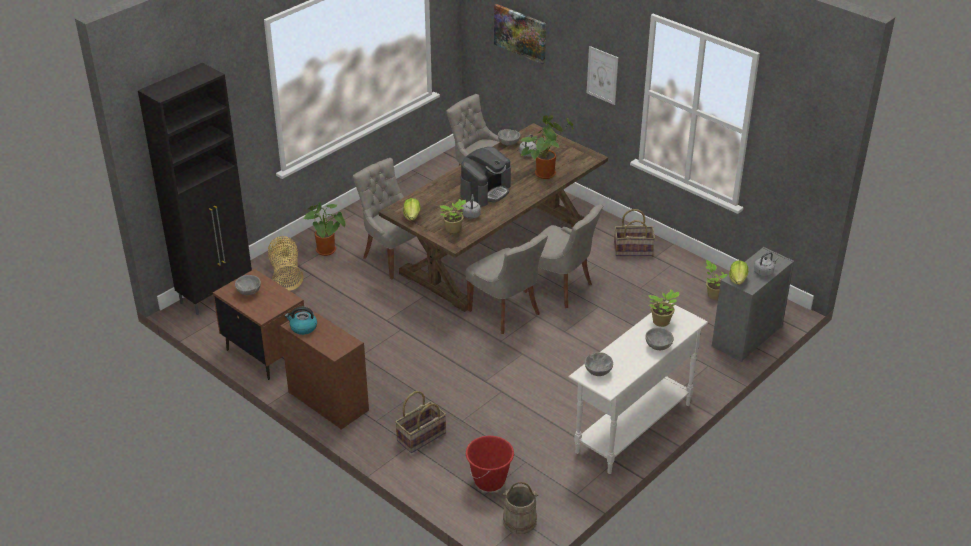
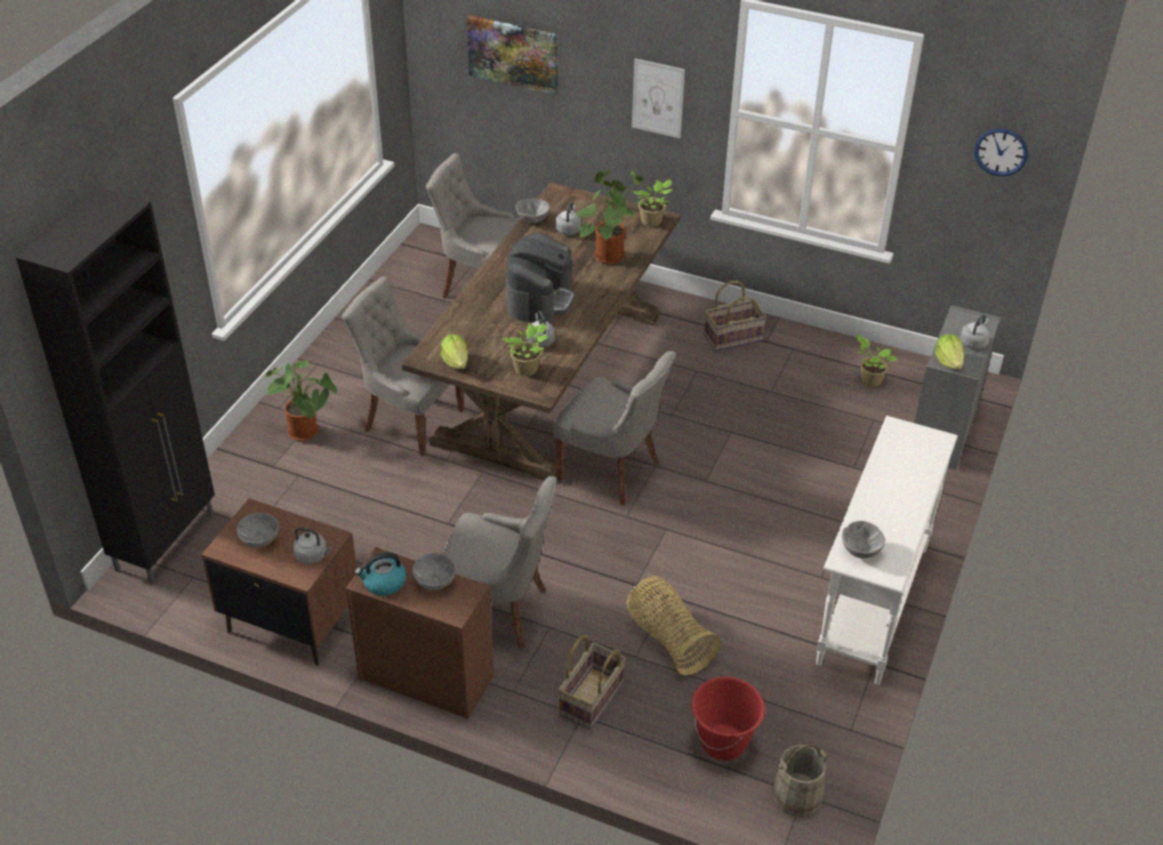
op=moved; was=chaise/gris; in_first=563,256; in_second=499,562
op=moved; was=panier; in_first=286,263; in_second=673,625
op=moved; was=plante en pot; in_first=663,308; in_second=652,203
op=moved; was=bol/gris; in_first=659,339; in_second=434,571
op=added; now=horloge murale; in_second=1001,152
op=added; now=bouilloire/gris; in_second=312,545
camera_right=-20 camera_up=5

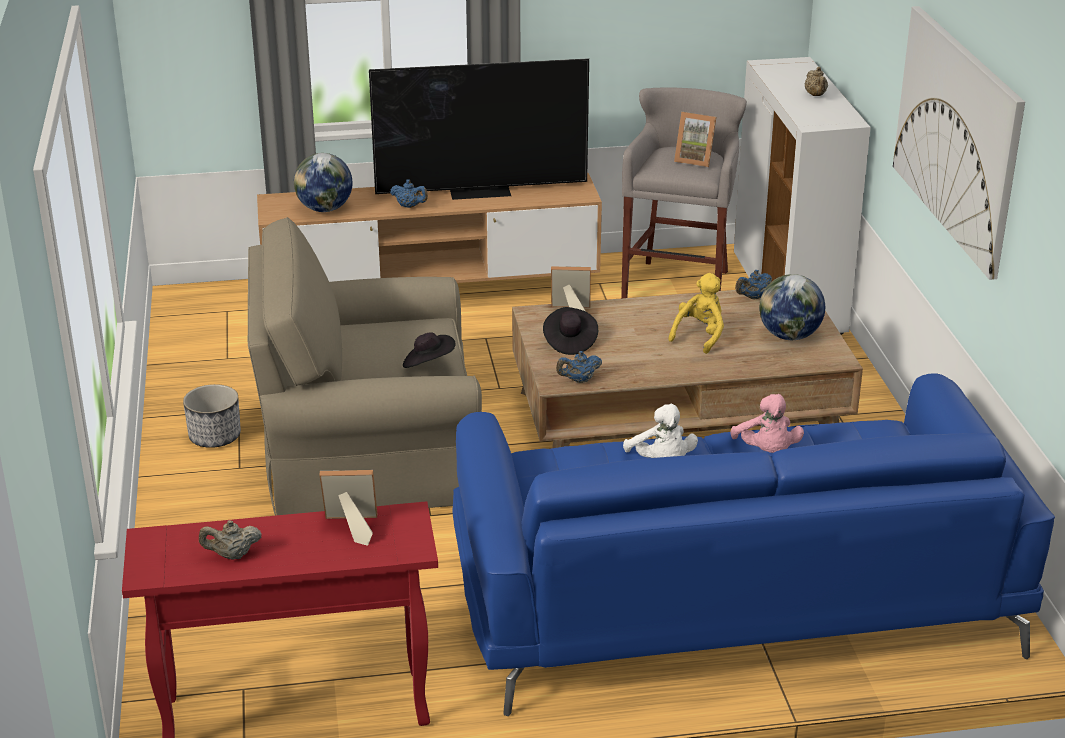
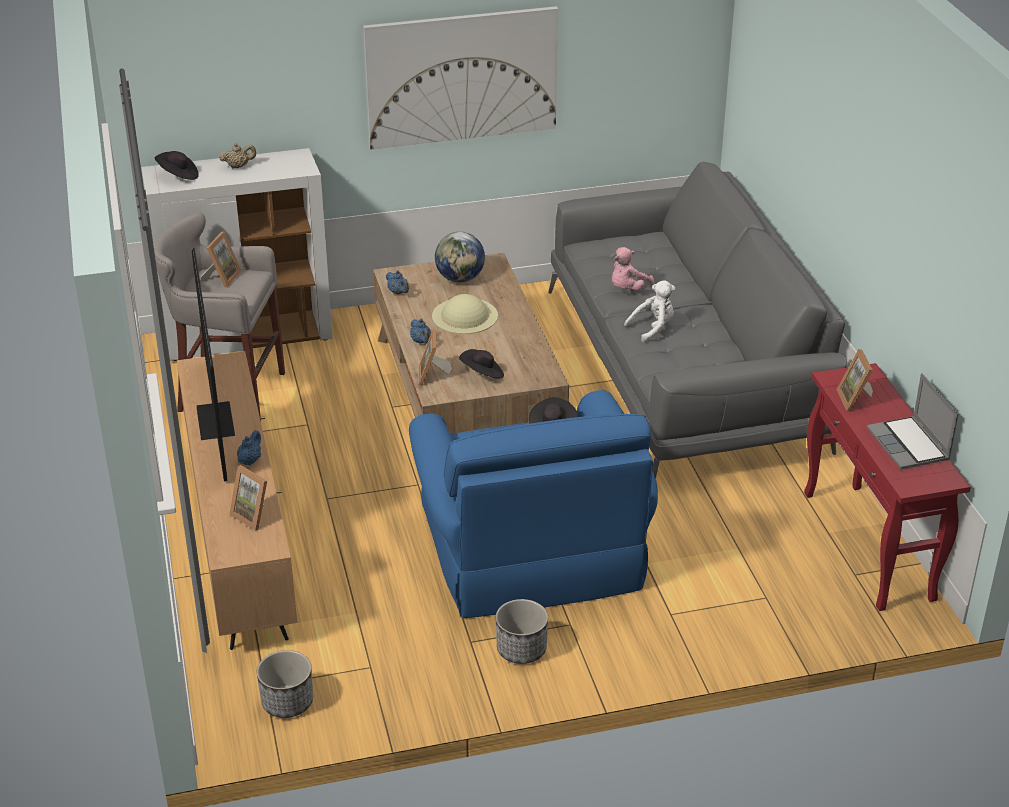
op=replaced; was=globe; now=cadre photo; in_first=323,182; in_second=248,498
op=recoloured; was=fauteuil/beige; now=fauteuil/bleu; in_first=365,366; in_second=533,504
op=replaced; was=peluche/jaune; now=chapeau/beige; in_first=696,313; in_second=465,314
op=moved; was=théière/bleu; in_first=579,367; in_second=420,331
op=recoloured; was=canapé/bleu; now=canapé/gris; in_first=753,544; in_second=697,320
op=turned; was=peluche/rose; in_first=767,423; in_second=633,269; clockwise=150
op=replaced; was=théière/beige; now=ordinateur portable; in_first=230,540; in_second=913,421
op=added; now=chapeau/noir; in_second=177,165
op=added; now=cache-pot; in_second=285,684
camera_right=-95 camera_up=5

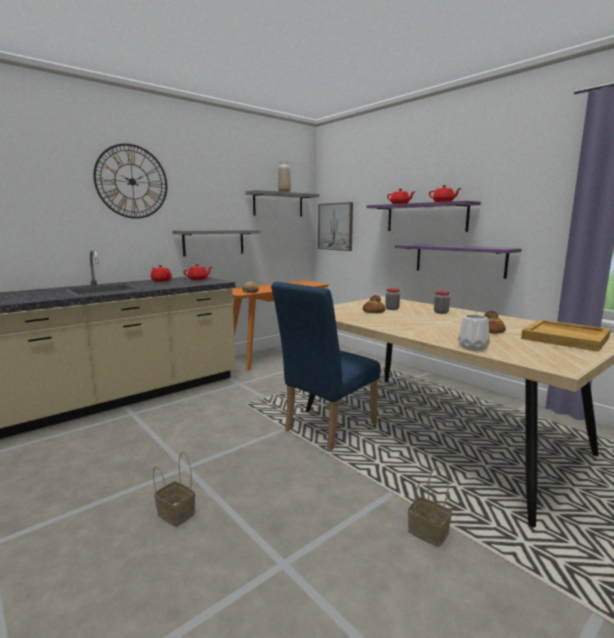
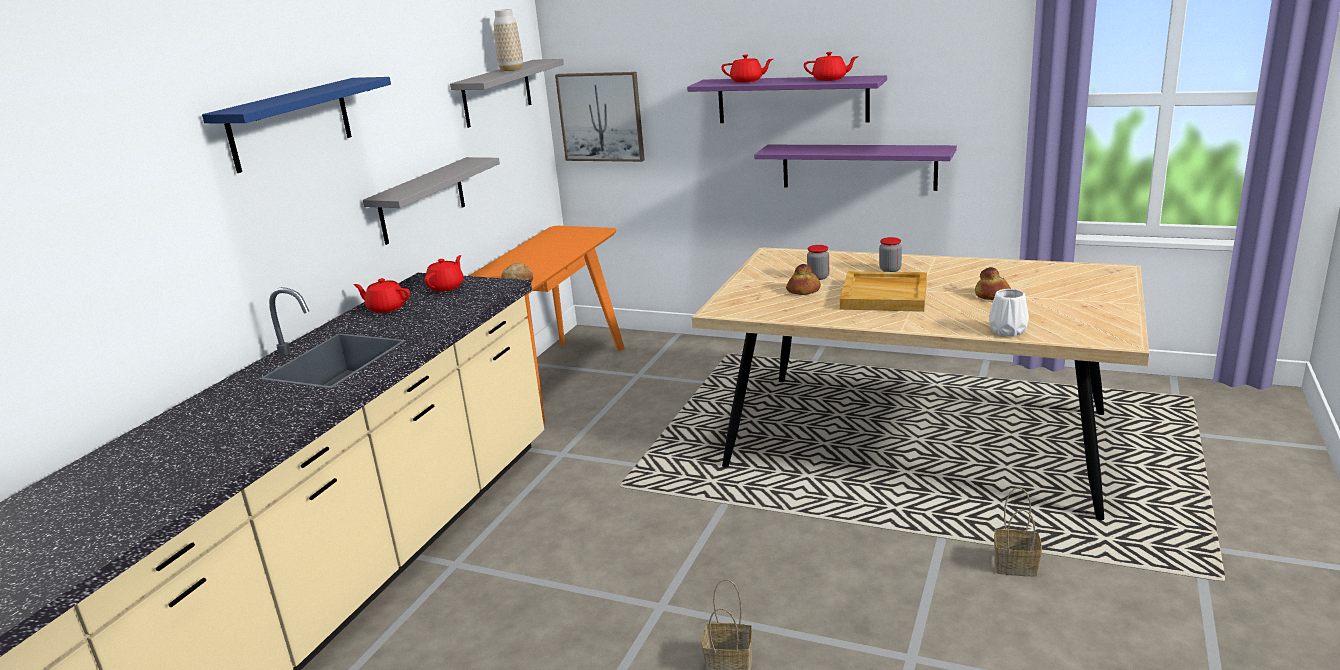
op=replaced; was=horloge murale; now=étagère/bleu; in_first=130,181; in_second=296,125
op=removed; was=chaise/bleu; in_first=325,366
op=moved; was=plateau/beige; in_first=566,335; in_second=883,291
camera_right=-25 camera_up=10

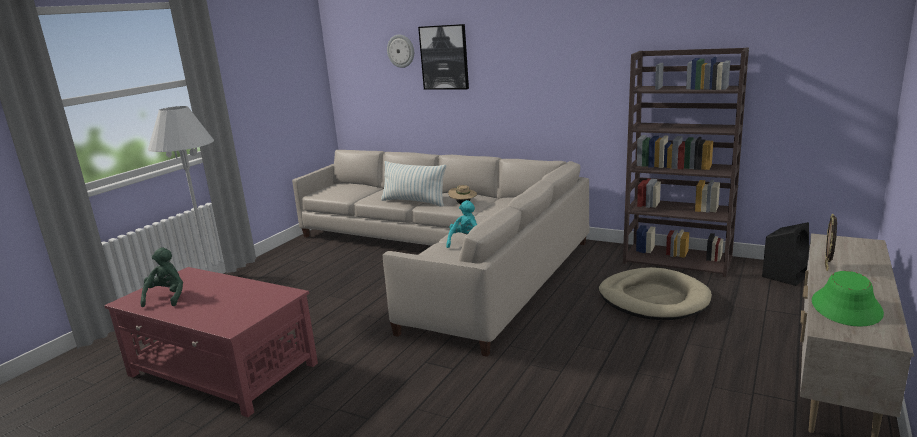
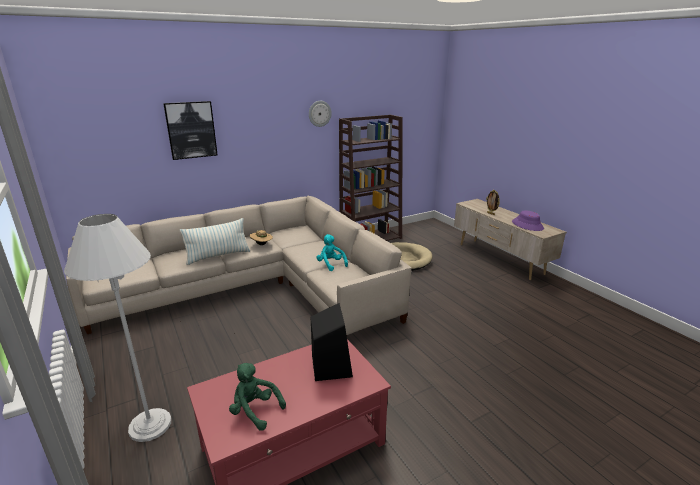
op=moved; was=horloge murale; in_first=400,51; in_second=320,114
op=moved; was=enceinte/noir; in_first=785,254; in_second=332,342
op=recoloured; was=chapeau/vert; now=chapeau/violet; in_first=848,299; in_second=528,220
camera_right=-60 camera_up=5

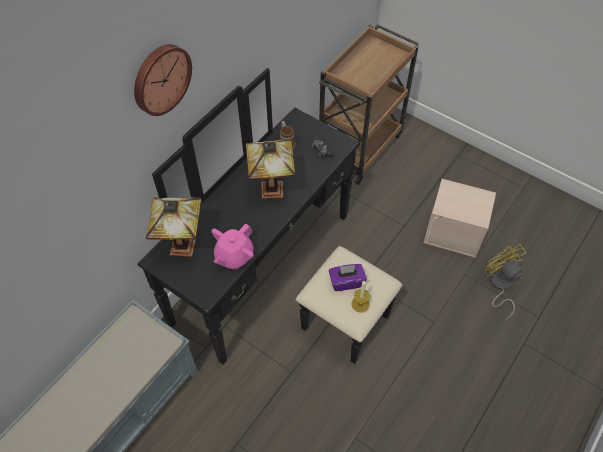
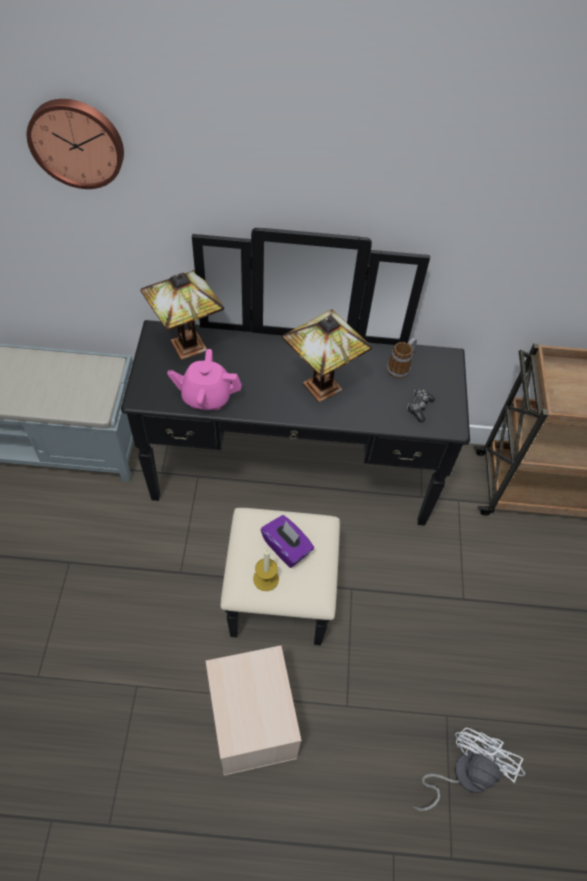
op=moved; was=horloge murale; in_first=163,80; in_second=75,144
op=moved; was=boîte de rangement/beige; in_first=459,218; in_second=253,710
op=recoloured; was=ventilateur/jaune; now=ventilateur/blanc; in_first=505,282; in_second=469,769
camera_right=55 camera_up=0

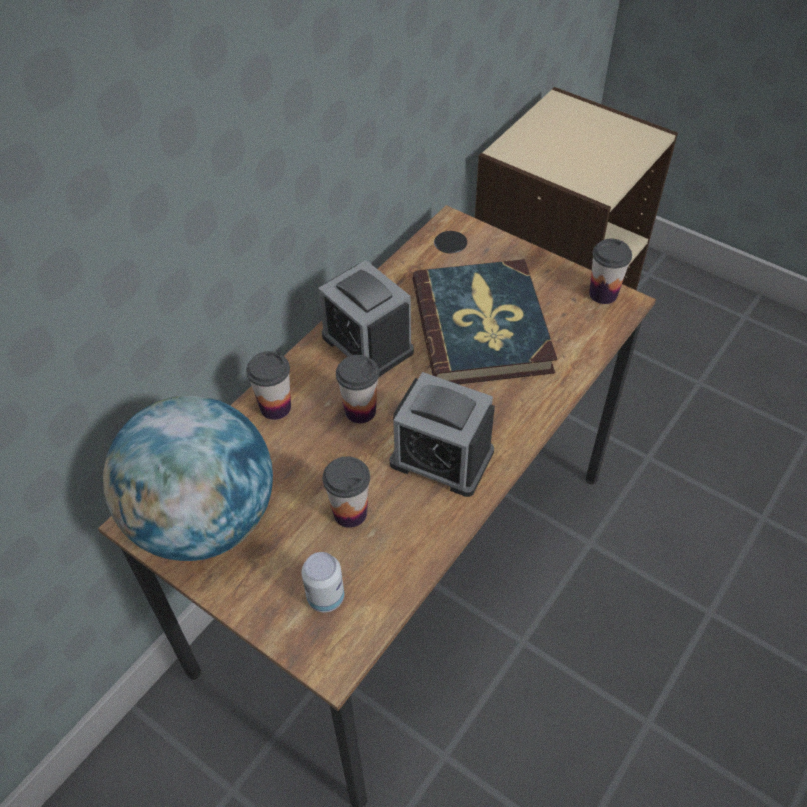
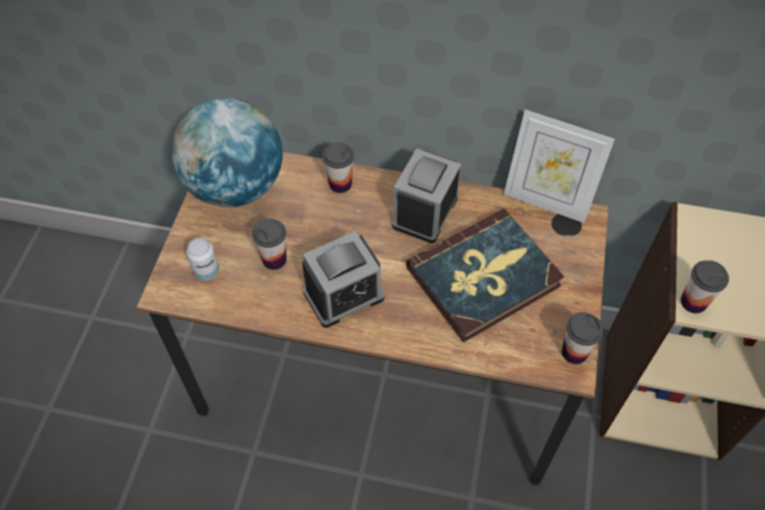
op=moved; was=tasse; in_first=357,389; in_second=705,286
op=turned; was=réveil; in_first=442,434; in_second=343,279; clockwise=-120
op=added; now=cadre photo; in_second=559,166
camera_right=65 camera_up=5

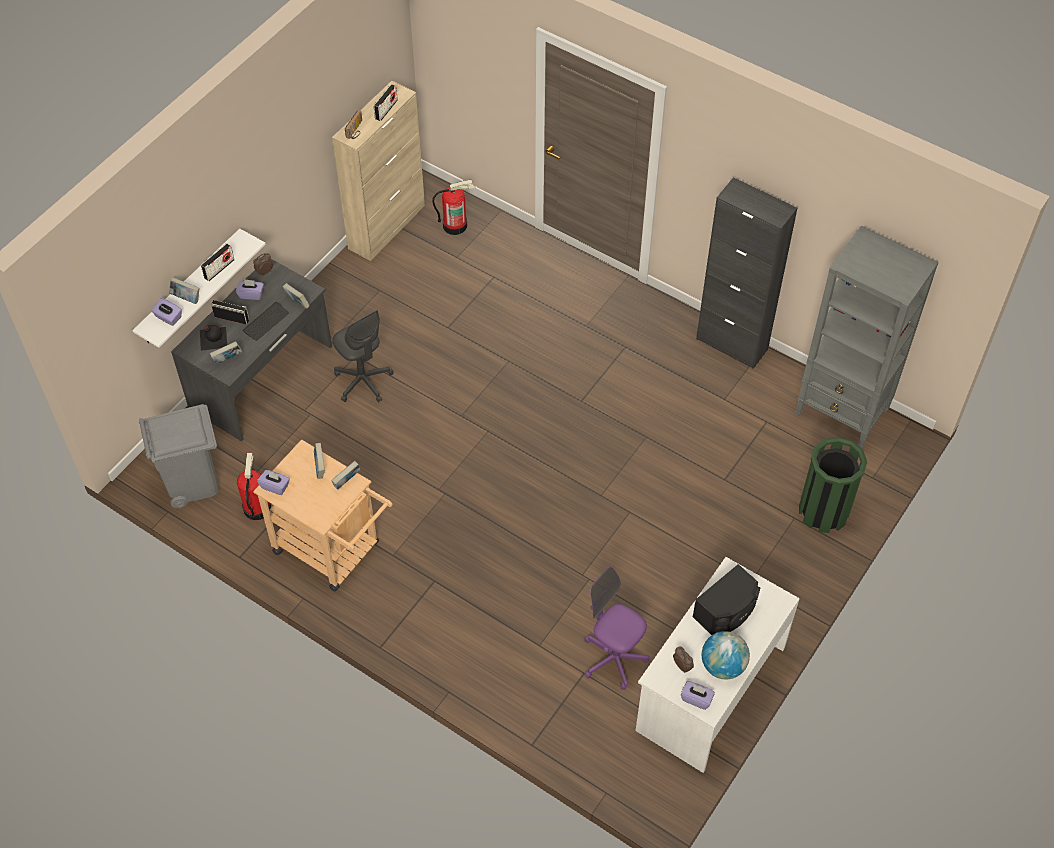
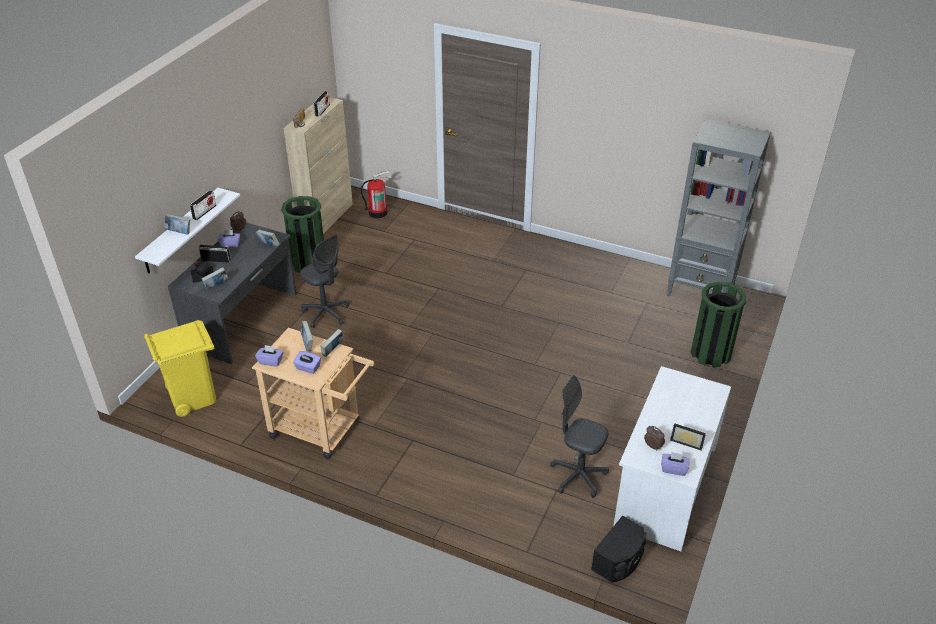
op=removed; was=meuble de rangement/noir; in_first=746,273
op=moved; was=boîte à mouchoirs/violet; in_first=166,312; in_second=307,362
op=removed; was=clavier; in_first=266,321
op=recoloured; was=poubelle/gris; now=poubelle/jaune; in_first=179,456; in_second=180,368
op=removed; was=extincteur; in_first=254,486
op=moved; was=enceinte/noir; in_first=726,599; in_second=618,549
op=recoloured; was=chaise de bureau/violet; now=chaise de bureau/gris; in_first=617,628; in_second=579,436
op=replaced; was=globe; now=cadre photo; in_first=726,655; in_second=688,436
op=added; now=poubelle/vert; in_second=302,234
camera_right=-10 camera_up=-15

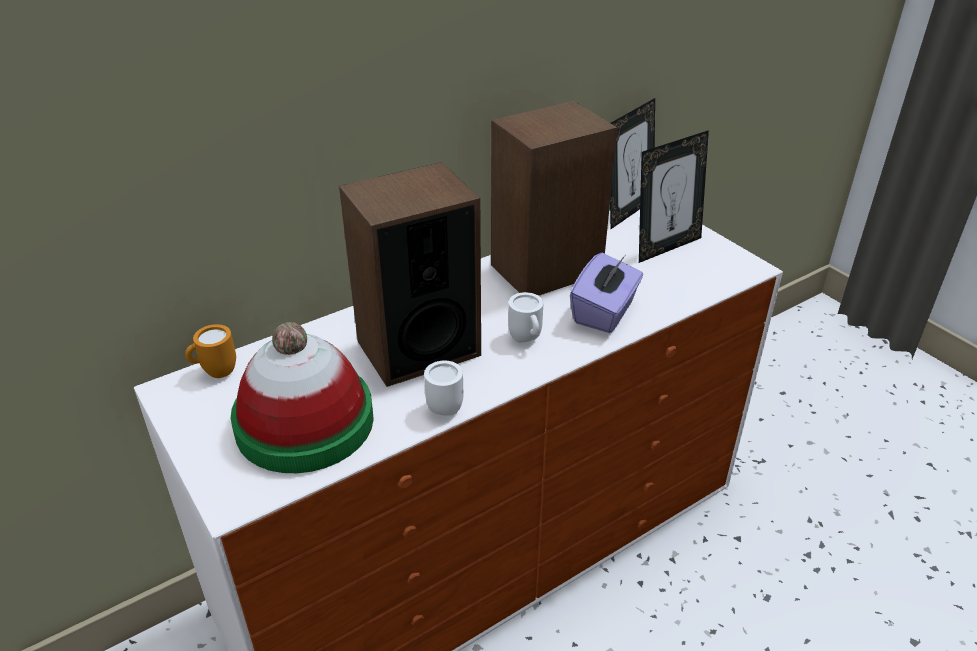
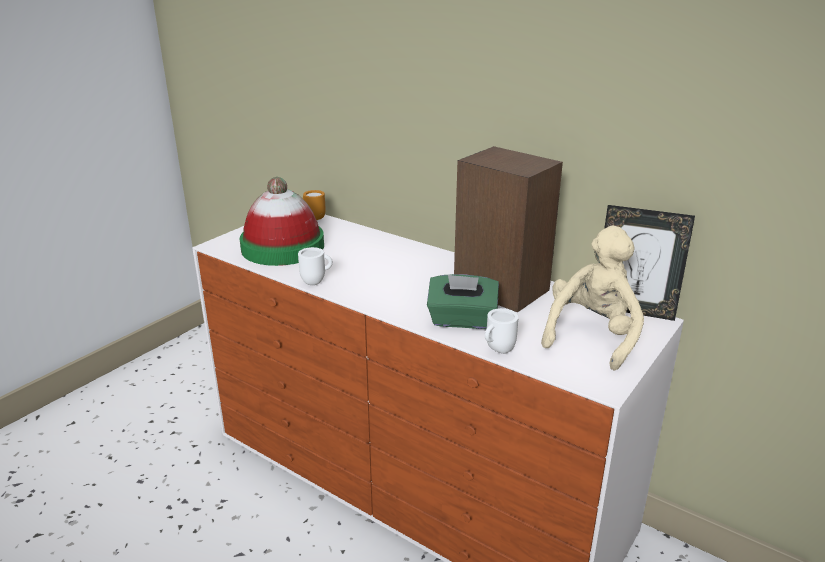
op=replaced; was=cadre photo; now=peluche/beige; in_first=674,196; in_second=592,298
op=removed; was=enceinte; in_first=410,274
op=recoloured; was=boîte à mouchoirs/violet; now=boîte à mouchoirs/vert; in_first=606,293; in_second=463,301
op=moved; was=mug/blanc; in_first=525,317; in_second=502,331
camera_right=70 camera_up=-10

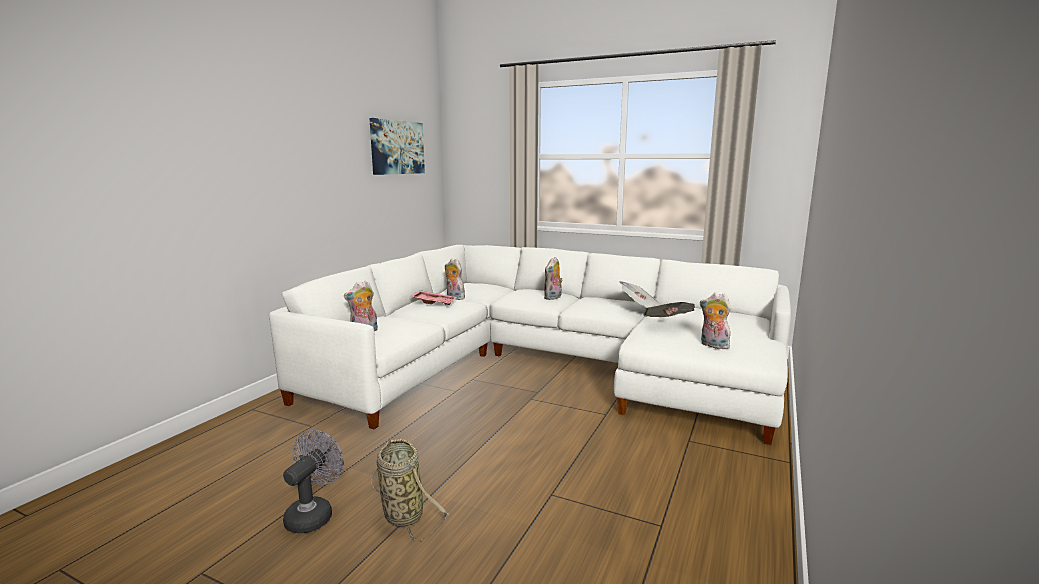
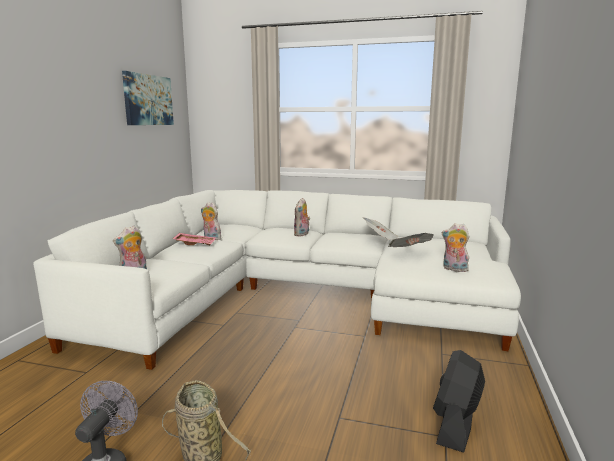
op=added; now=ventilateur/noir; in_second=459,401
camera_right=-10 camera_up=0

